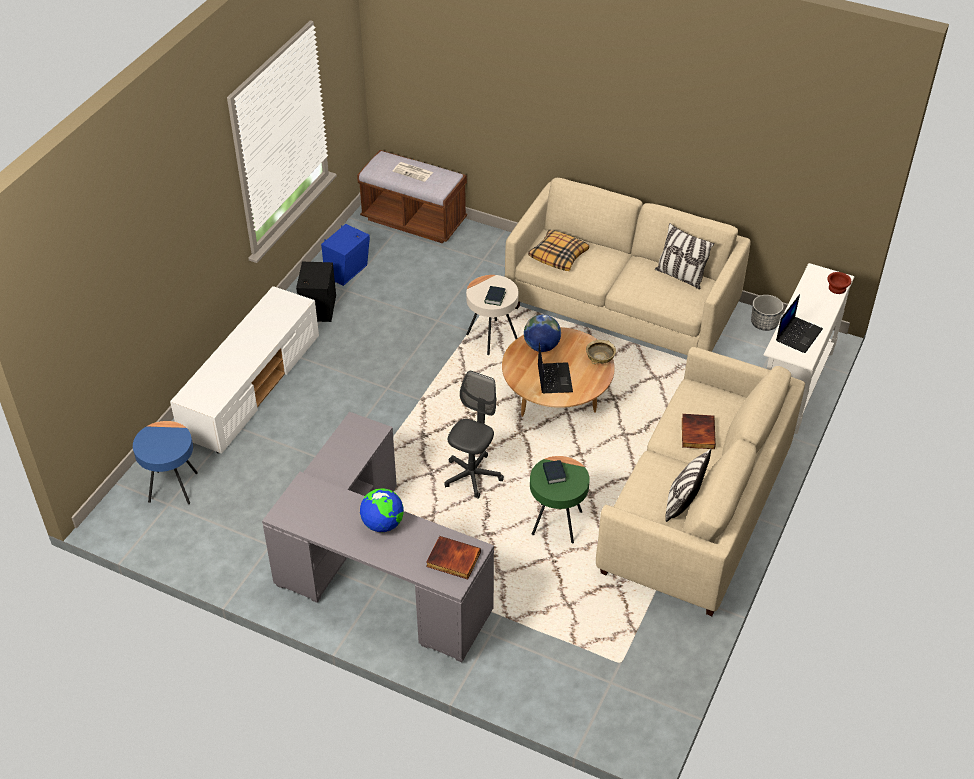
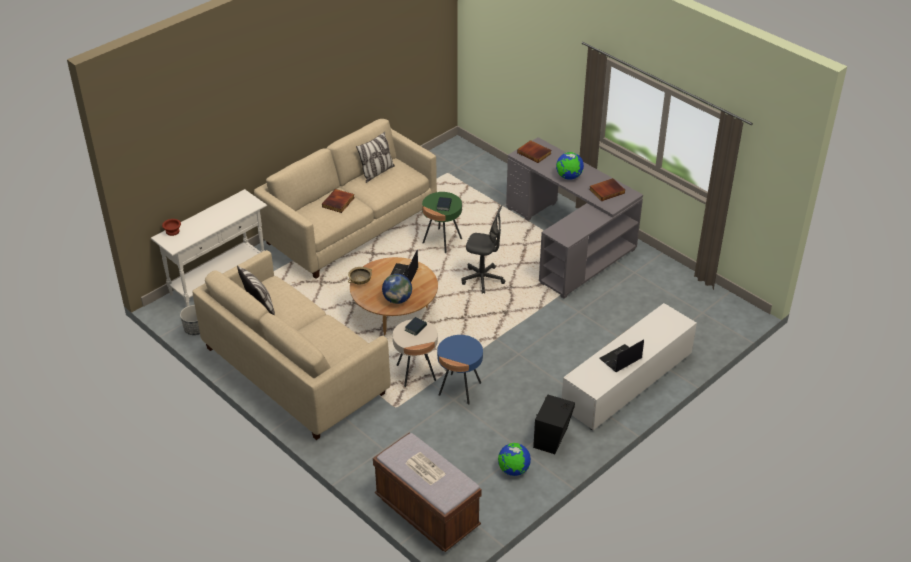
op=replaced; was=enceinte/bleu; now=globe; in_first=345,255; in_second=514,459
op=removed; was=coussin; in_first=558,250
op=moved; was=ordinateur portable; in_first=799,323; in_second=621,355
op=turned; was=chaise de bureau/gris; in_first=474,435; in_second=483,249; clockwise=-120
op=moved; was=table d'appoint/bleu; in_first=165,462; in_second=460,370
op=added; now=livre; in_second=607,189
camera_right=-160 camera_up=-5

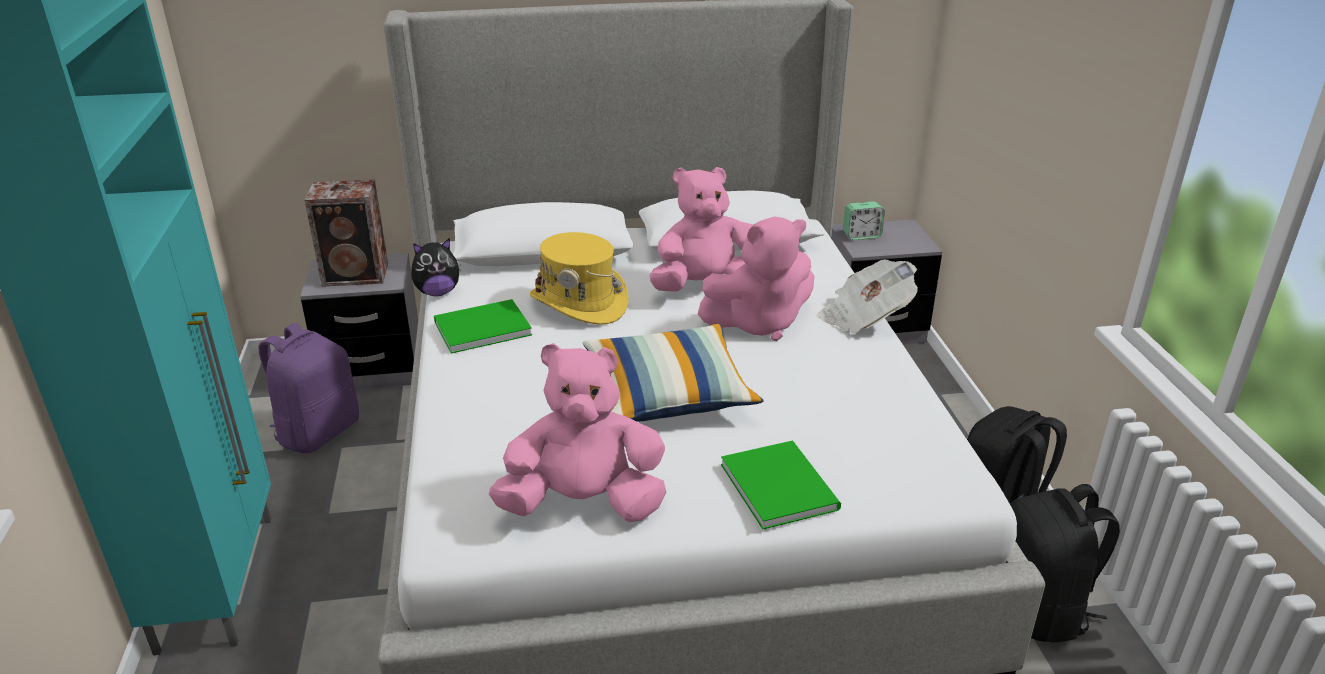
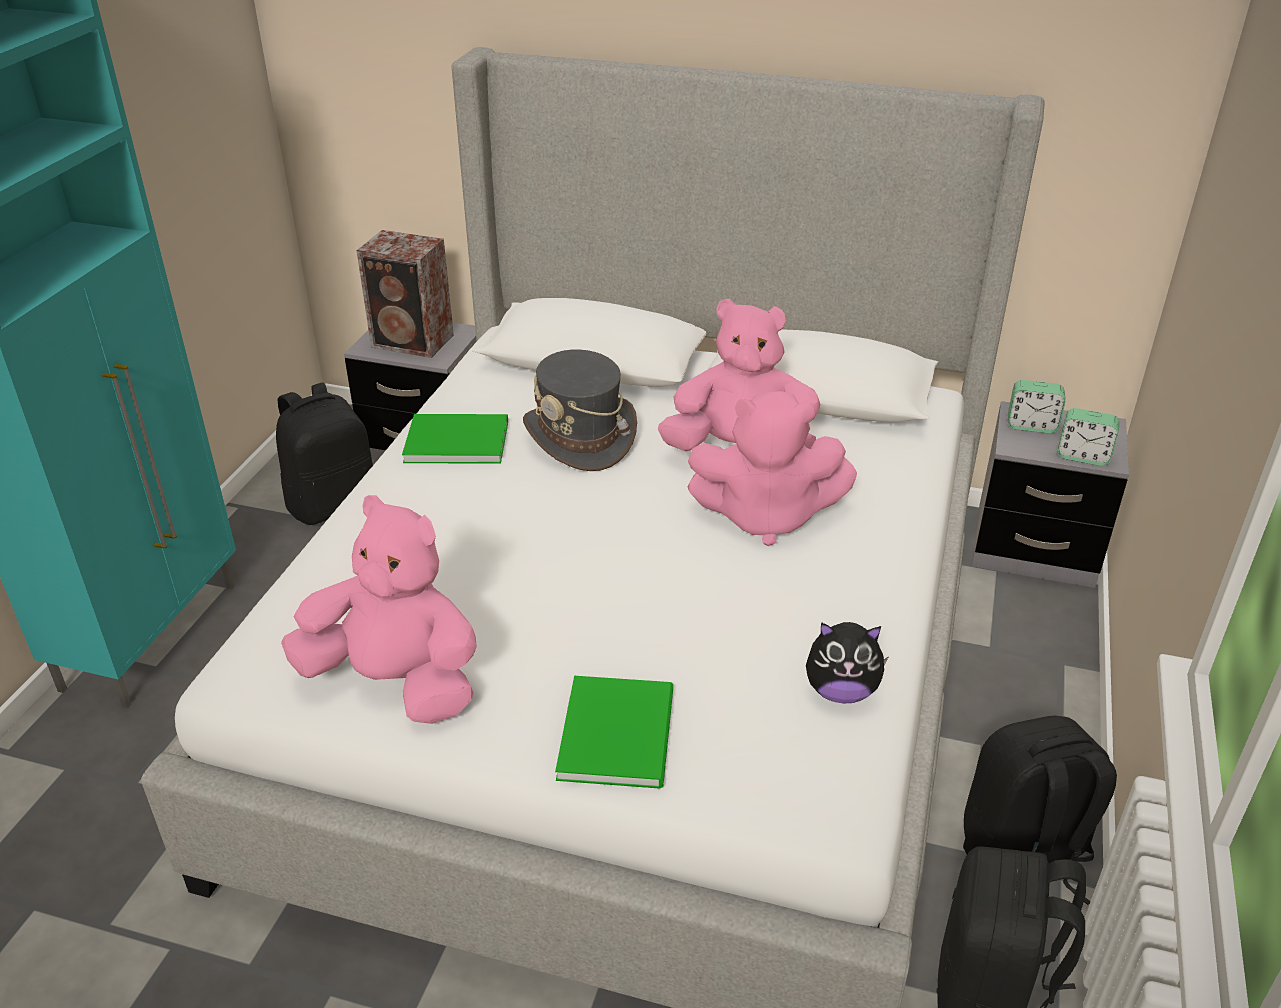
op=recoloured; was=chapeau/jaune; now=chapeau/gris; in_first=579,278; in_second=580,410
op=moved; was=peluche; in_first=436,267; in_second=847,663
op=removed; was=journal; in_first=868,296
op=recoloured; was=sac à dos/violet; now=sac à dos/noir; in_first=309,388; in_second=324,453
op=removed; was=coussin; in_first=673,373
op=added; now=réveil; in_second=1089,437
camera_right=25 camera_up=5

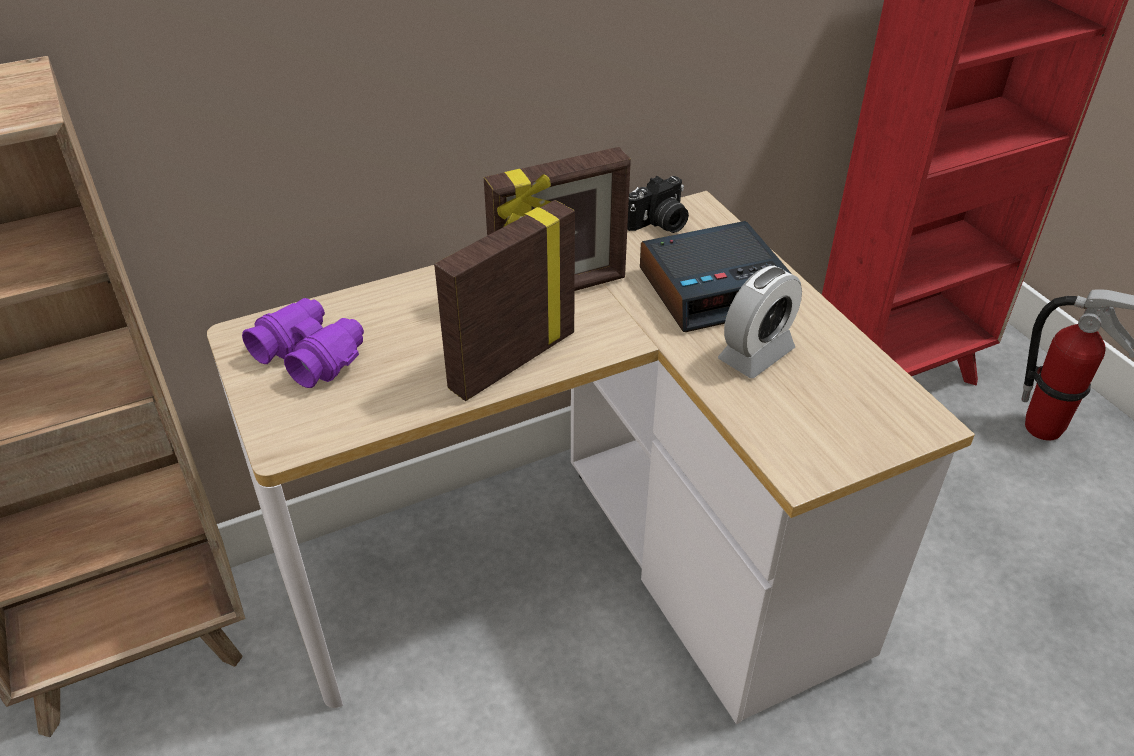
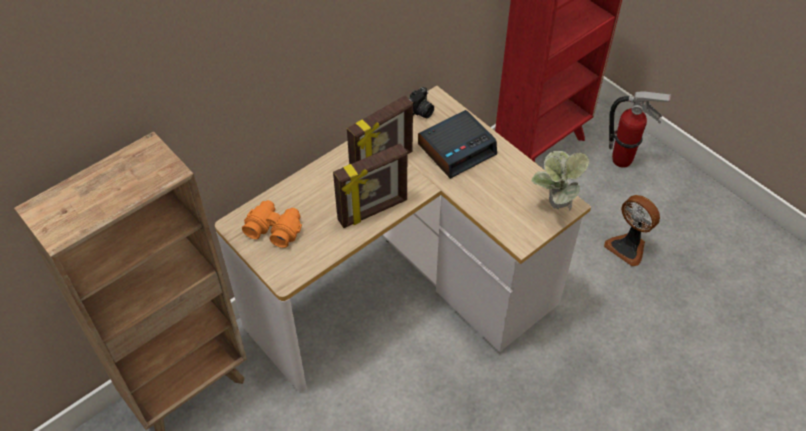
op=turned; was=cadre photo; in_first=504,300; in_second=370,185; clockwise=-150
op=removed; was=réveil; in_first=760,322
op=recoloured; was=jumelles/violet; now=jumelles/orange; in_first=303,343; in_second=272,224
op=added; now=plante en pot; in_second=560,181
op=added; now=ventilateur; in_second=632,230
camera_right=-15 camera_up=10

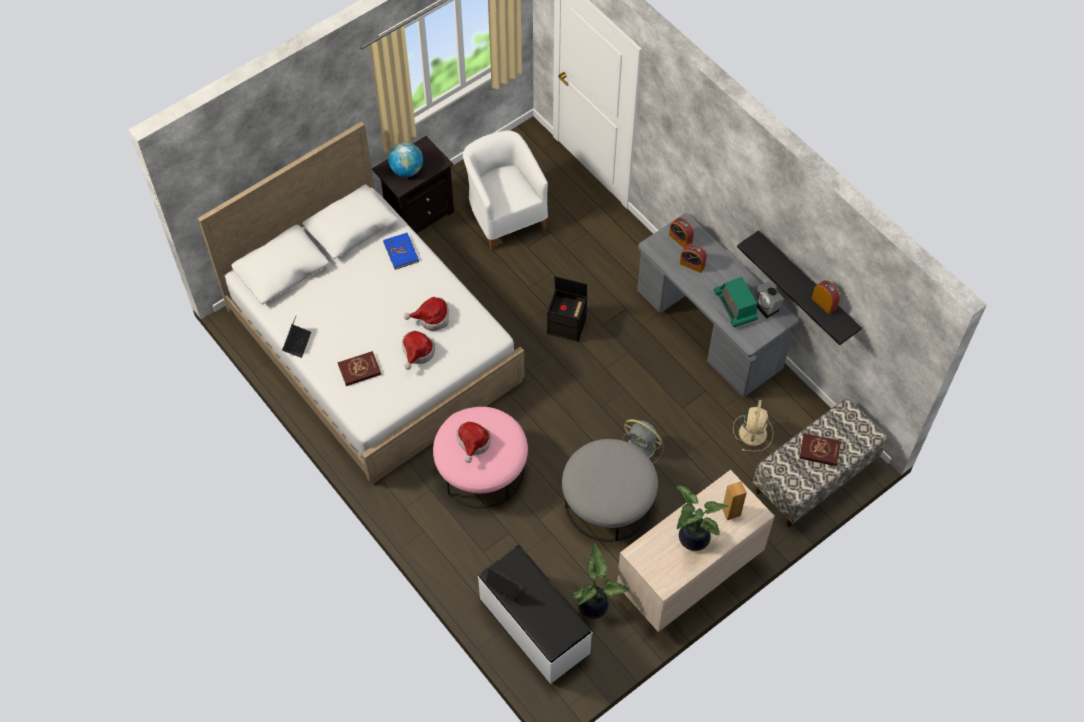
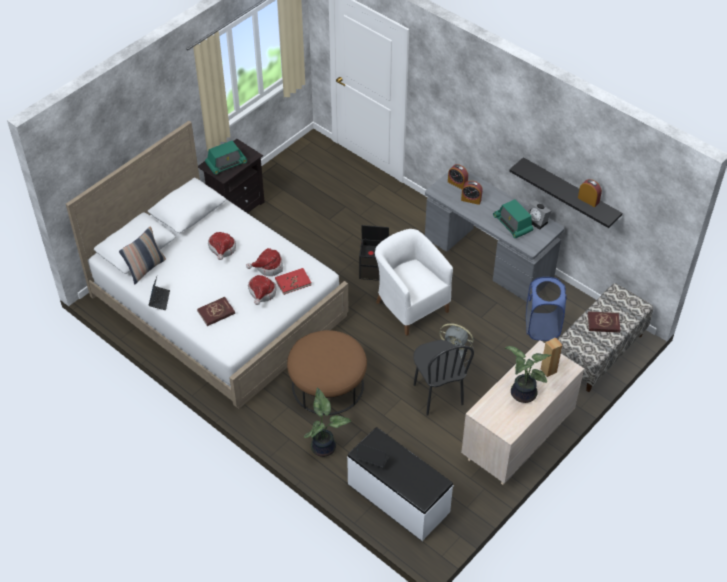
op=moved; was=fauteuil/blanc; in_first=505,190; in_second=414,282
op=replaced; was=globe; now=radio; in_first=405,159; in_second=226,158
op=removed; was=livre/bleu; in_first=401,251
op=replaced; was=ventilateur/beige; now=panier à linge/bleu; in_first=753,426; in_second=546,309
op=recoloured; was=pouf/rose; now=pouf/marron; in_first=480,457; in_second=327,372
op=moved; was=chapeau; in_first=473,442; in_second=222,246
op=replaced; was=pouf/gris; now=chaise/noir; in_first=610,490; in_second=443,378
op=moved; was=plante en pot; in_first=600,581; in_second=327,422
op=added; now=coussin; in_second=142,255
op=added; now=livre/rouge; in_second=293,281
camera_right=-10 camera_up=-10

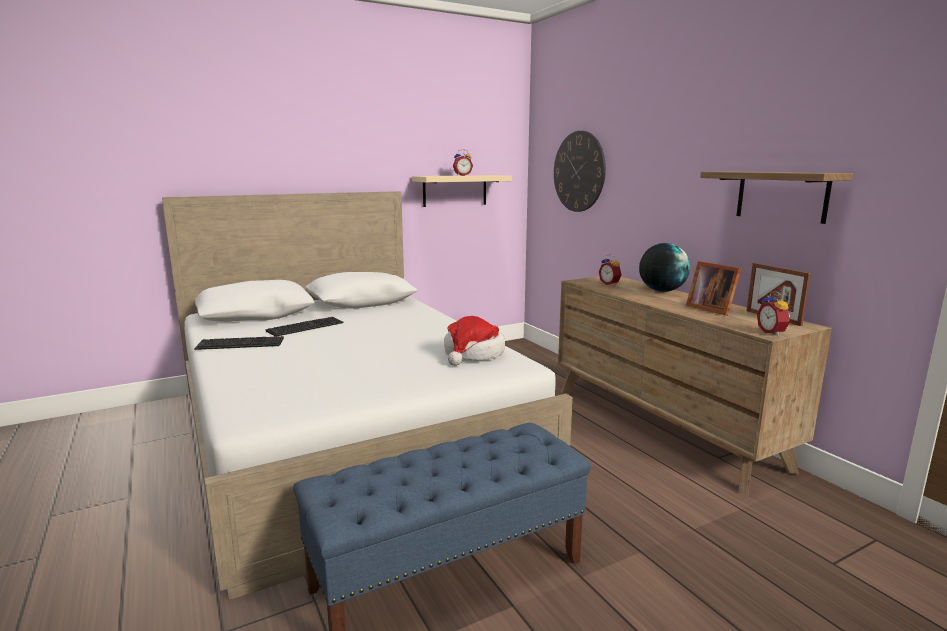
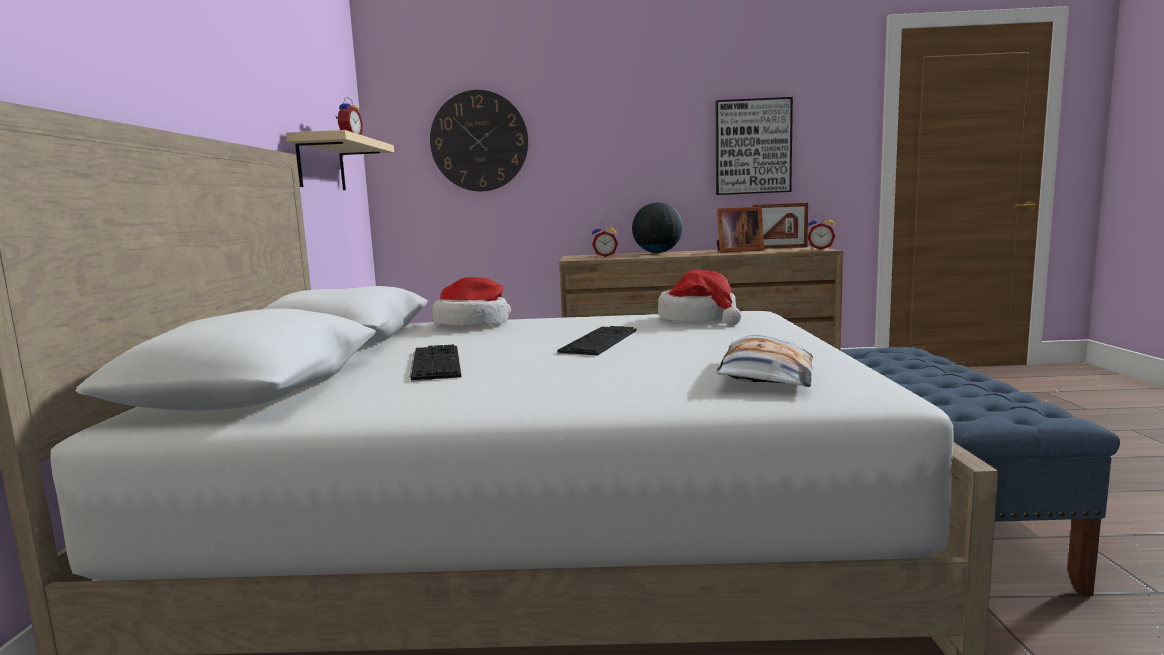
op=replaced; was=étagère; now=tableau; in_first=776,197; in_second=754,146
op=moved; was=clavier; in_first=239,343; in_second=597,341
op=added; now=chapeau; in_second=471,302
op=added; now=coussin; in_second=764,360
camera_right=-60 camera_up=-5

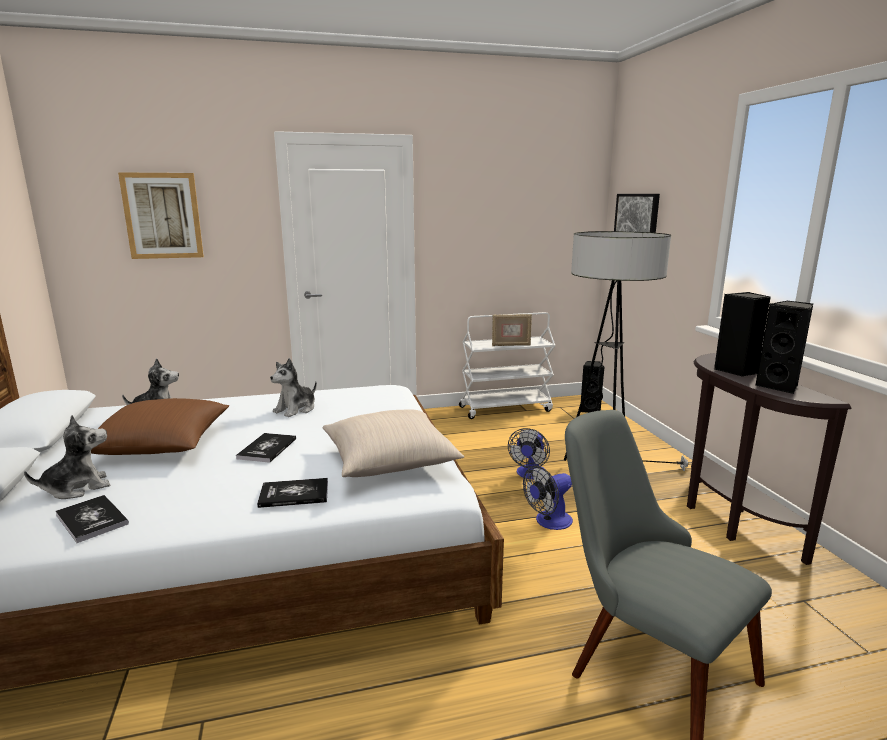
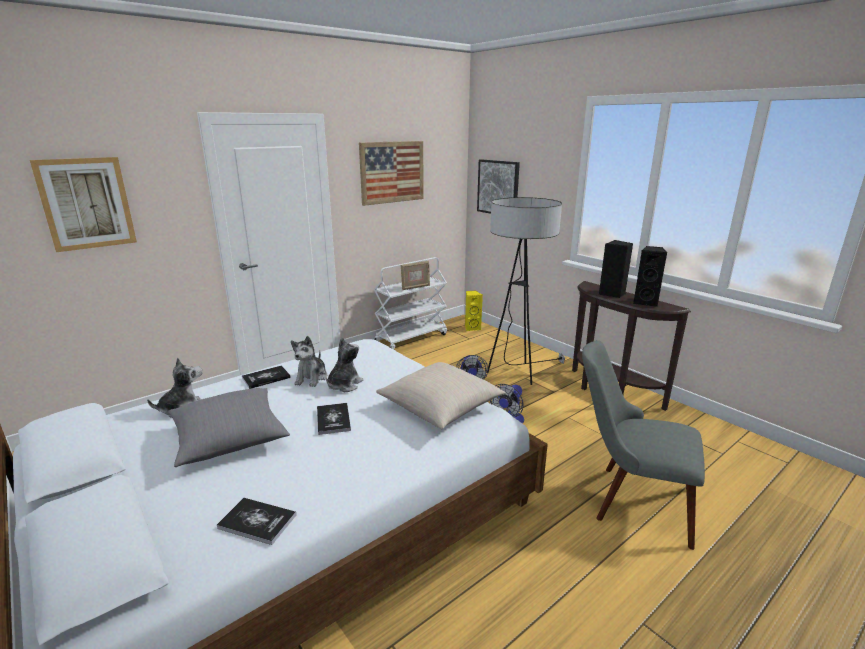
op=recoloured; was=enceinte/noir; now=enceinte/jaune; in_first=592,387; in_second=474,310
op=recoloured; was=coussin/marron; now=coussin/gris; in_first=160,426; in_second=229,427
op=moved; was=peluche; in_first=67,457; in_second=344,365
op=moved; was=livre; in_first=292,493; in_second=266,377
op=added; now=tableau; in_second=391,173
camera_right=-25 camera_up=5

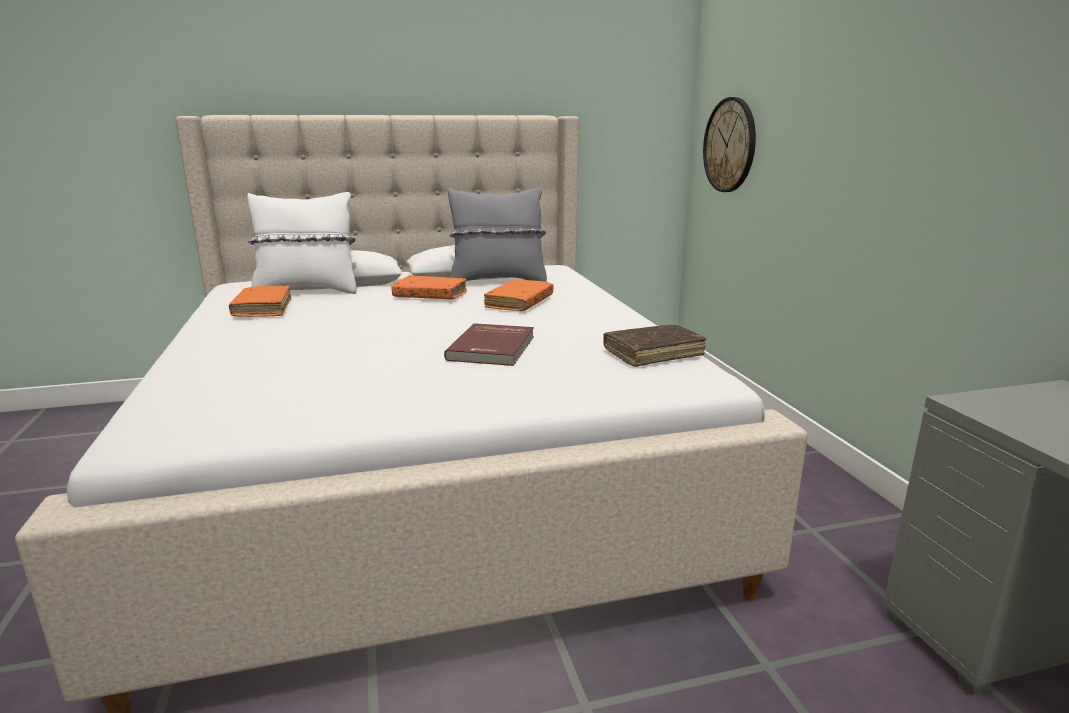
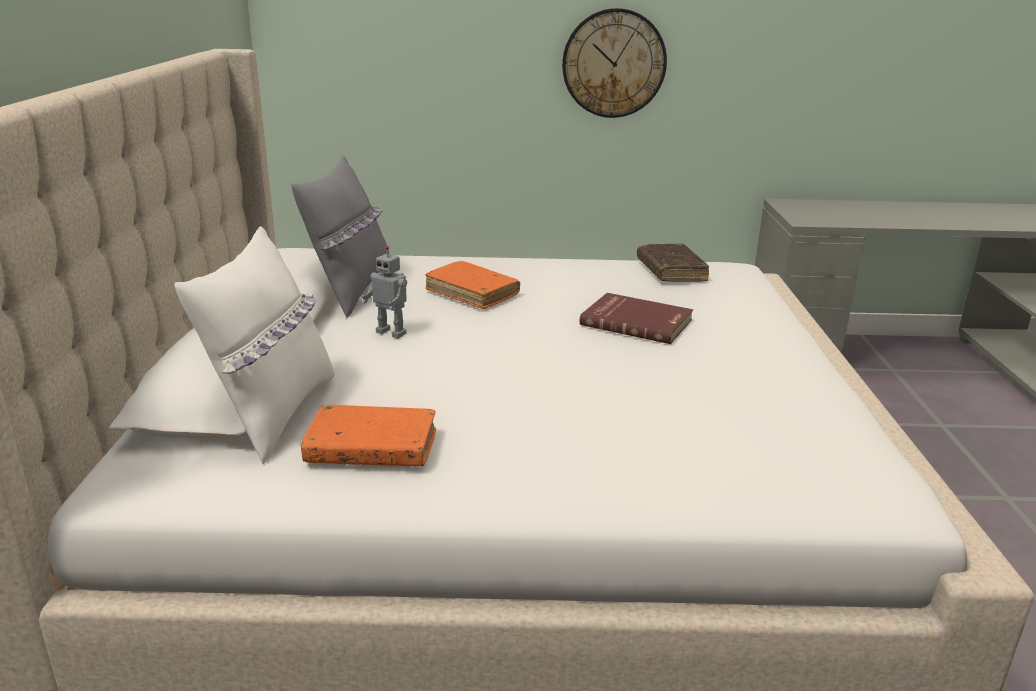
op=moved; was=horloge murale; in_first=729,144; in_second=614,63
op=replaced; was=livre/orange; now=robot jouet; in_first=429,287; in_second=384,292
camera_right=-75 camera_up=5

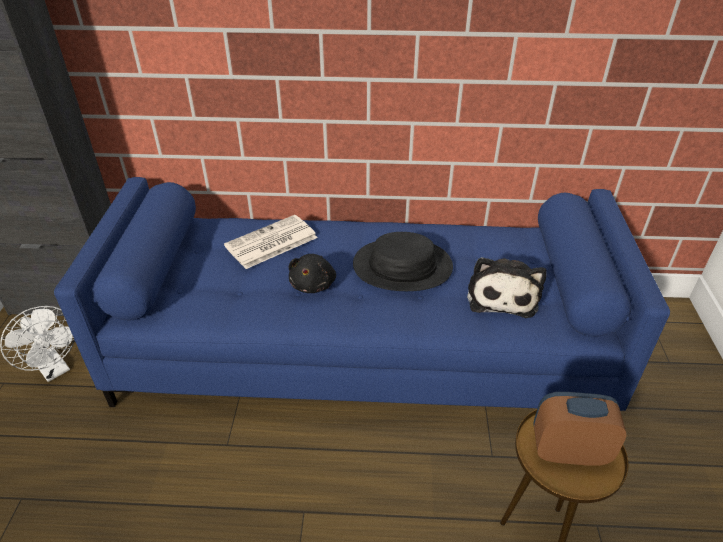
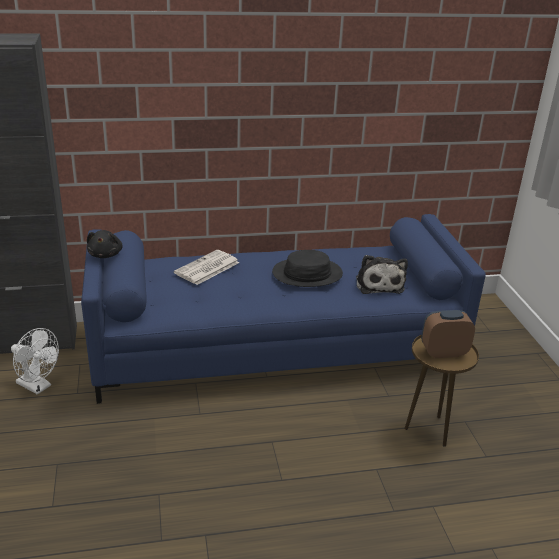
op=moved; was=peluche/noir; in_first=312,273; in_second=105,244
camera_right=-15 camera_up=-10

